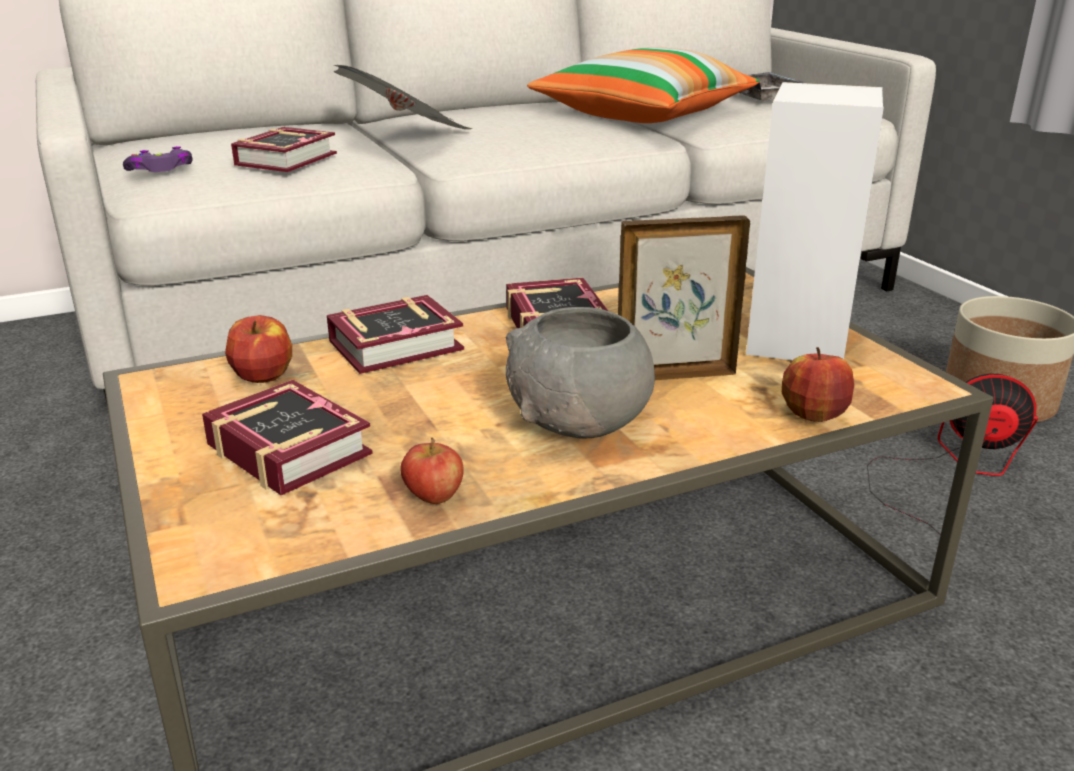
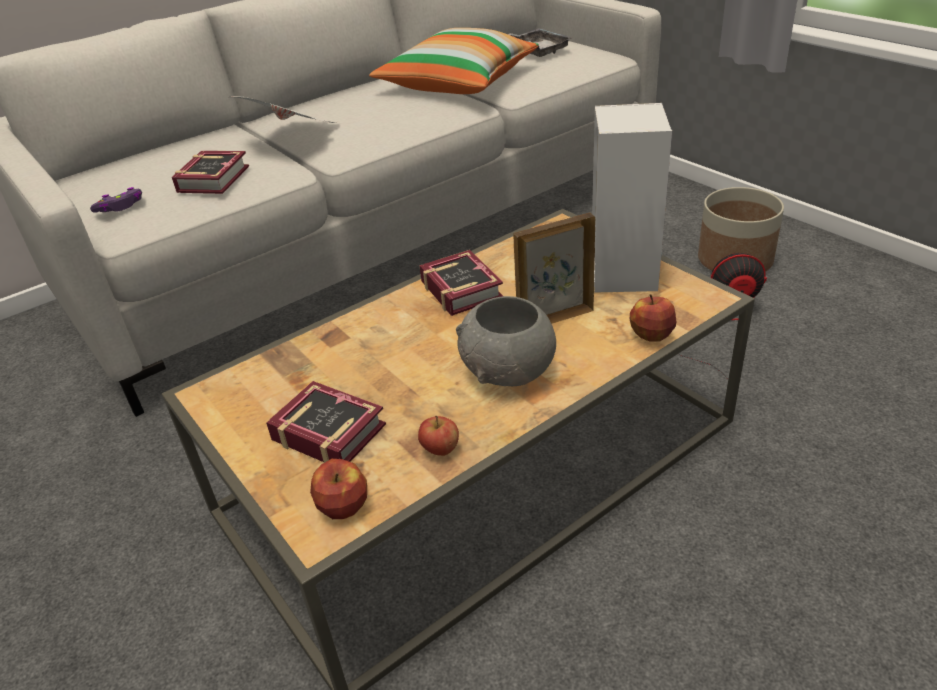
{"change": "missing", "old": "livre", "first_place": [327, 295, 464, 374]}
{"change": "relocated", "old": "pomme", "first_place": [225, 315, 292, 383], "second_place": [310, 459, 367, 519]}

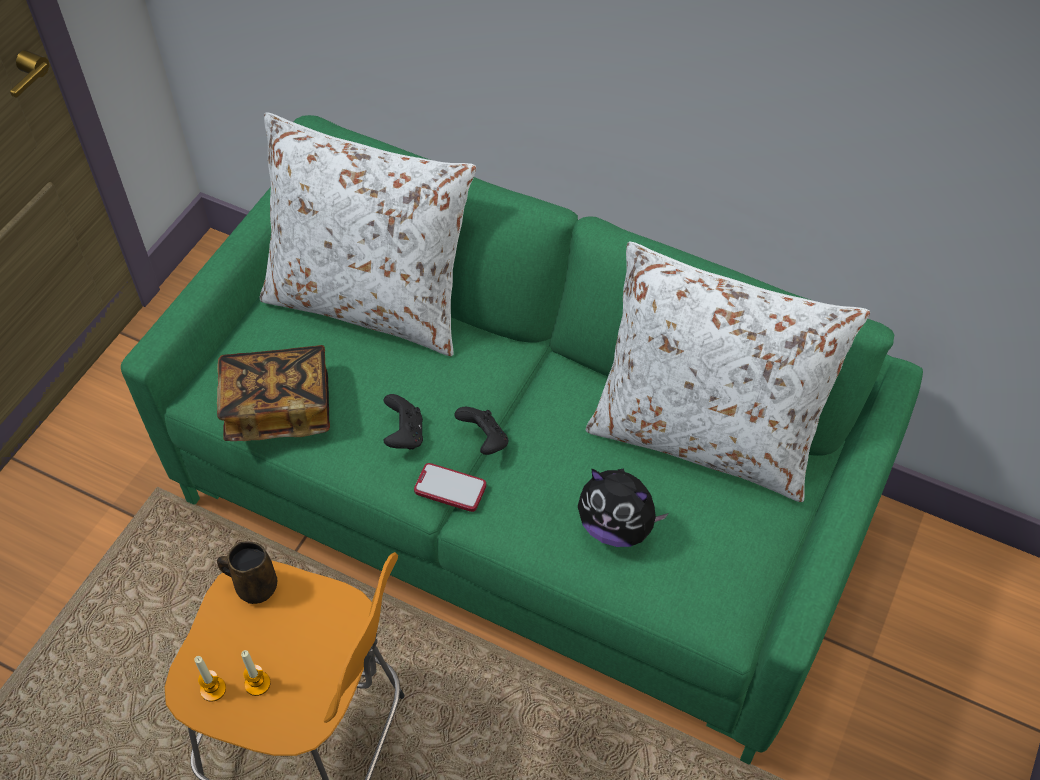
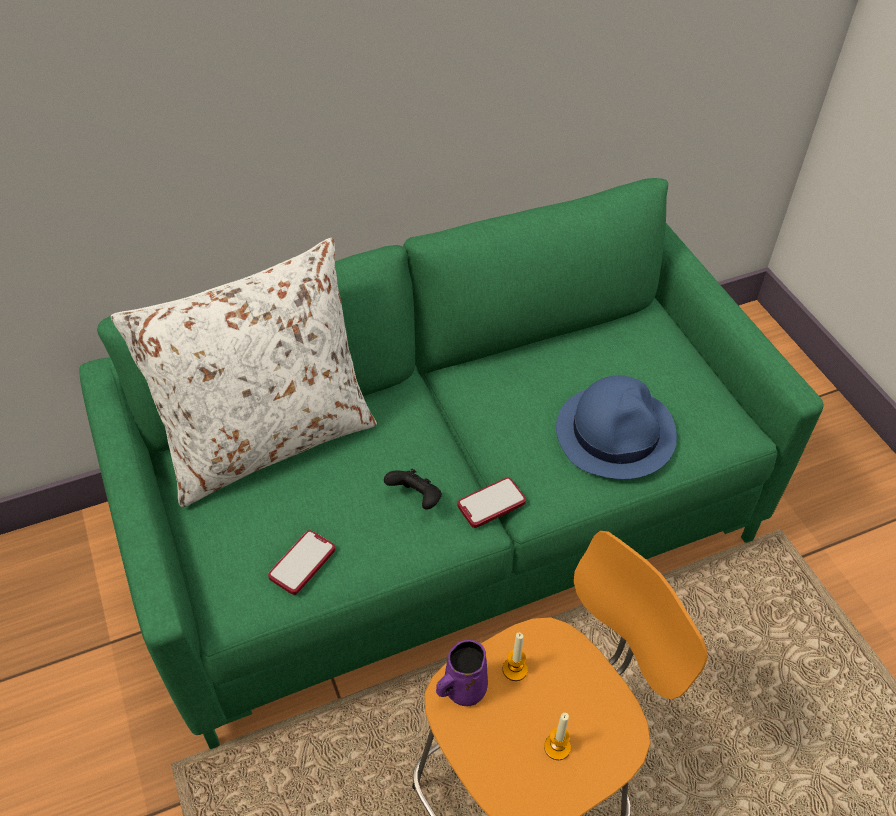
{"change": "missing", "old": "coussin/blanc", "first_place": [586, 241, 870, 502]}
{"change": "exchanged", "old": "livre", "new": "téléphone", "first_place": [217, 345, 330, 441], "second_place": [268, 530, 335, 595]}
{"change": "missing", "old": "manette/noir", "first_place": [454, 407, 508, 455]}
{"change": "exchanged", "old": "peluche", "new": "chapeau/bleu", "first_place": [578, 469, 669, 547], "second_place": [556, 376, 677, 479]}
{"change": "colour", "old": "mug/marron", "new": "mug/violet", "first_place": [217, 541, 277, 604], "second_place": [436, 640, 488, 706]}
{"change": "relocated", "old": "bougie", "first_place": [194, 656, 226, 702], "second_place": [503, 633, 528, 681]}

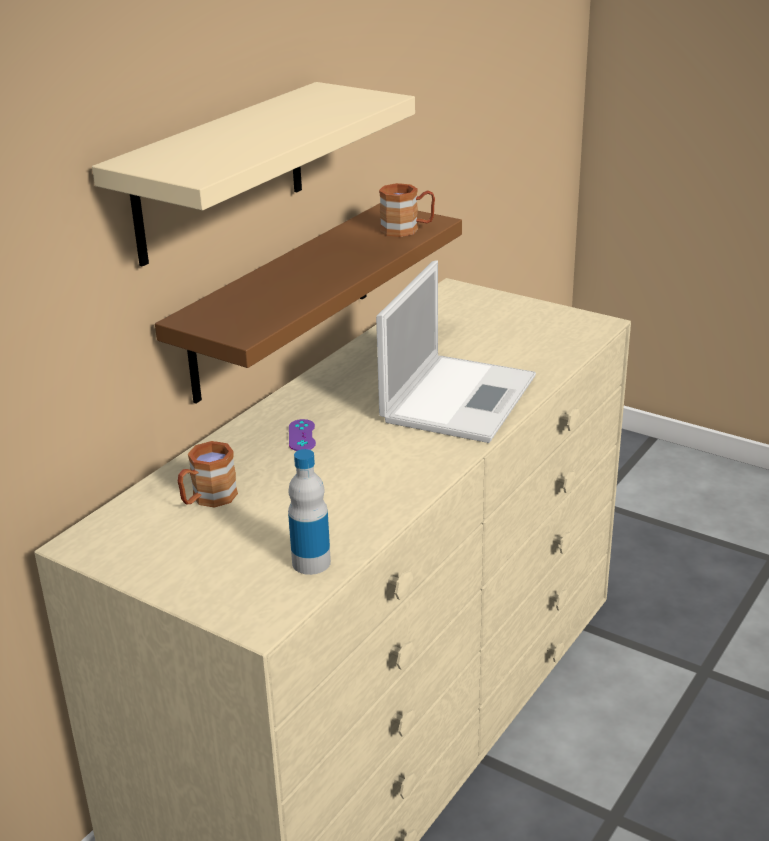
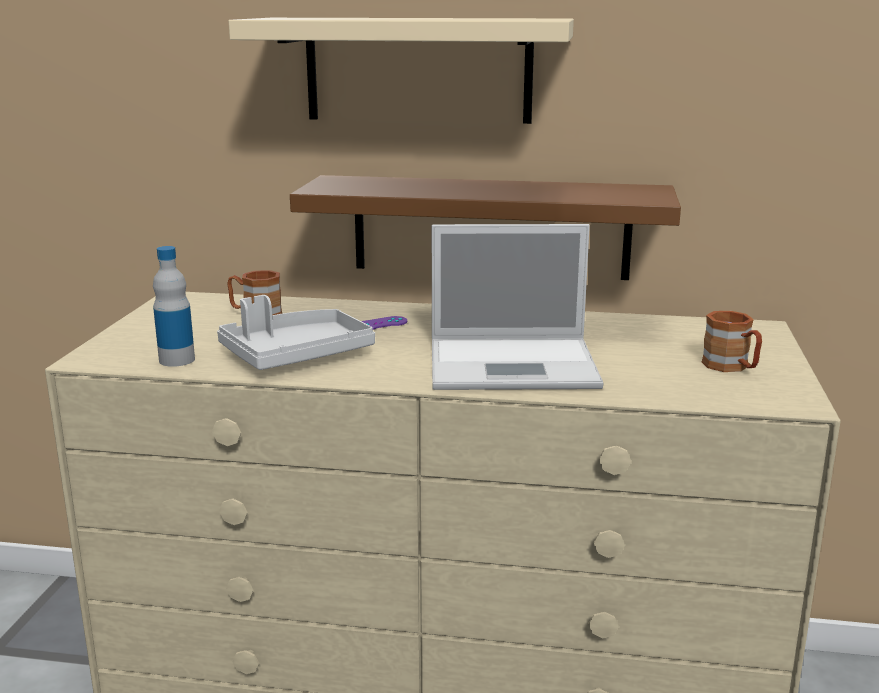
{"change": "relocated", "old": "mug/marron", "first_place": [379, 183, 435, 237], "second_place": [702, 311, 762, 372]}
{"change": "appeared", "new": "plateau/gris", "second_place": [217, 295, 375, 370]}

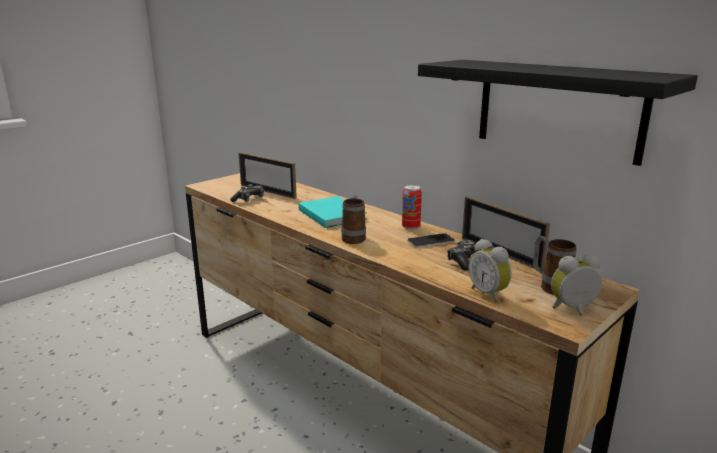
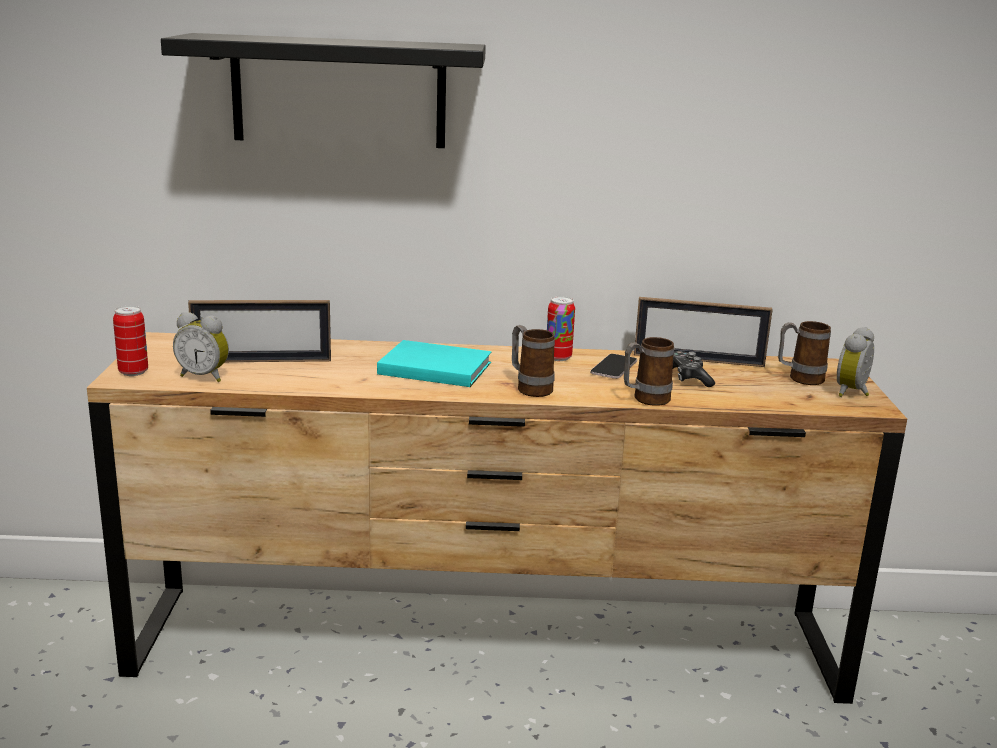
{"change": "relocated", "old": "étagère/noir", "first_place": [418, 60, 698, 166], "second_place": [161, 33, 486, 148]}
{"change": "missing", "old": "manette", "first_place": [230, 184, 264, 202]}
{"change": "relocated", "old": "réveil", "first_place": [469, 239, 511, 303], "second_place": [173, 312, 229, 382]}
{"change": "appeared", "new": "boîte métallique", "second_place": [113, 306, 148, 376]}
{"change": "appeared", "new": "mug", "second_place": [624, 337, 674, 406]}

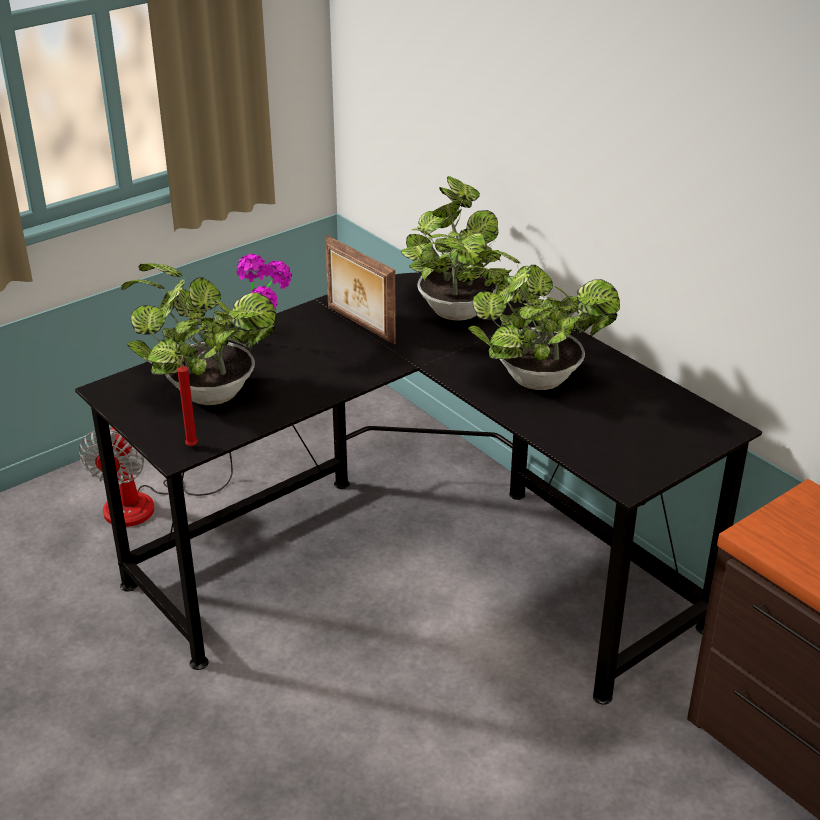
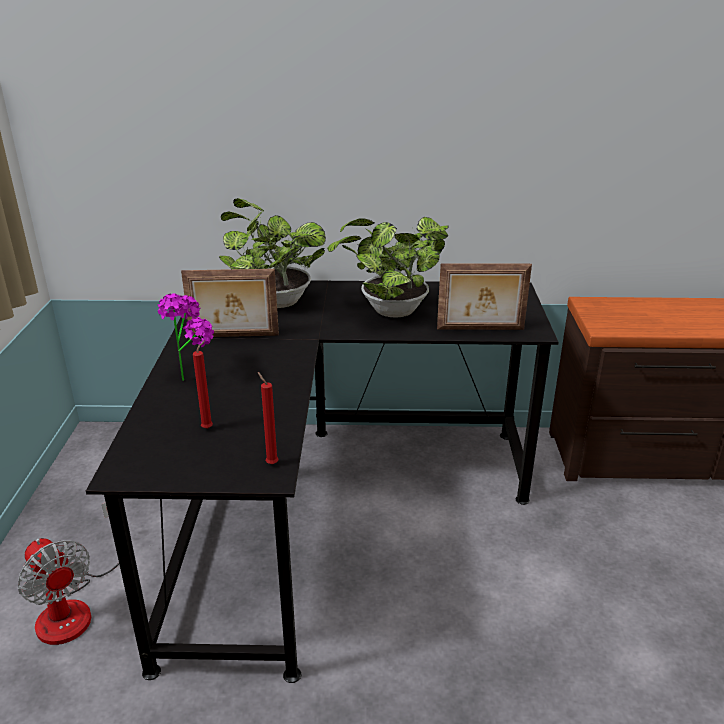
{"change": "exchanged", "old": "plante en pot", "new": "bougie/rouge", "first_place": [121, 263, 276, 405], "second_place": [193, 340, 213, 429]}
{"change": "appeared", "new": "cadre photo", "second_place": [437, 263, 532, 330]}

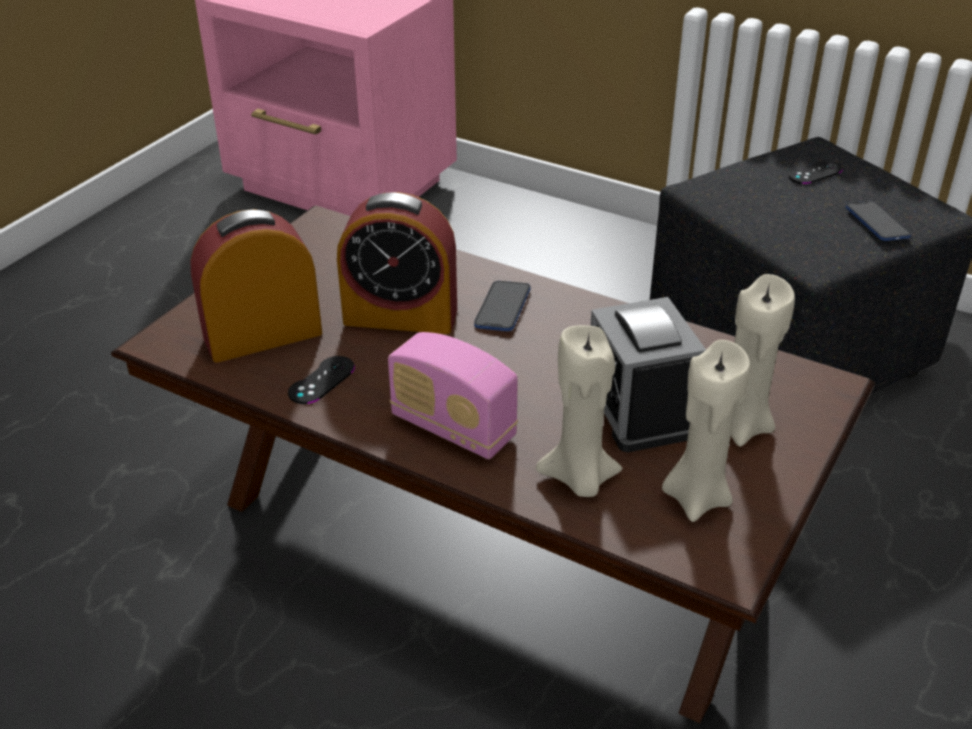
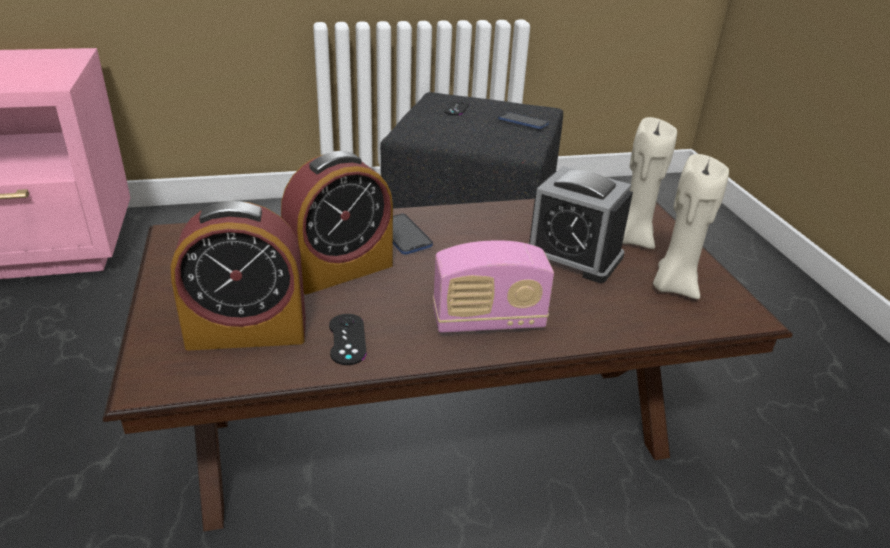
{"change": "spun", "old": "réveil", "first_place": [190, 209, 322, 363], "second_place": [171, 201, 306, 350], "degrees": -120}
{"change": "missing", "old": "bougie/beige", "first_place": [536, 325, 622, 497]}

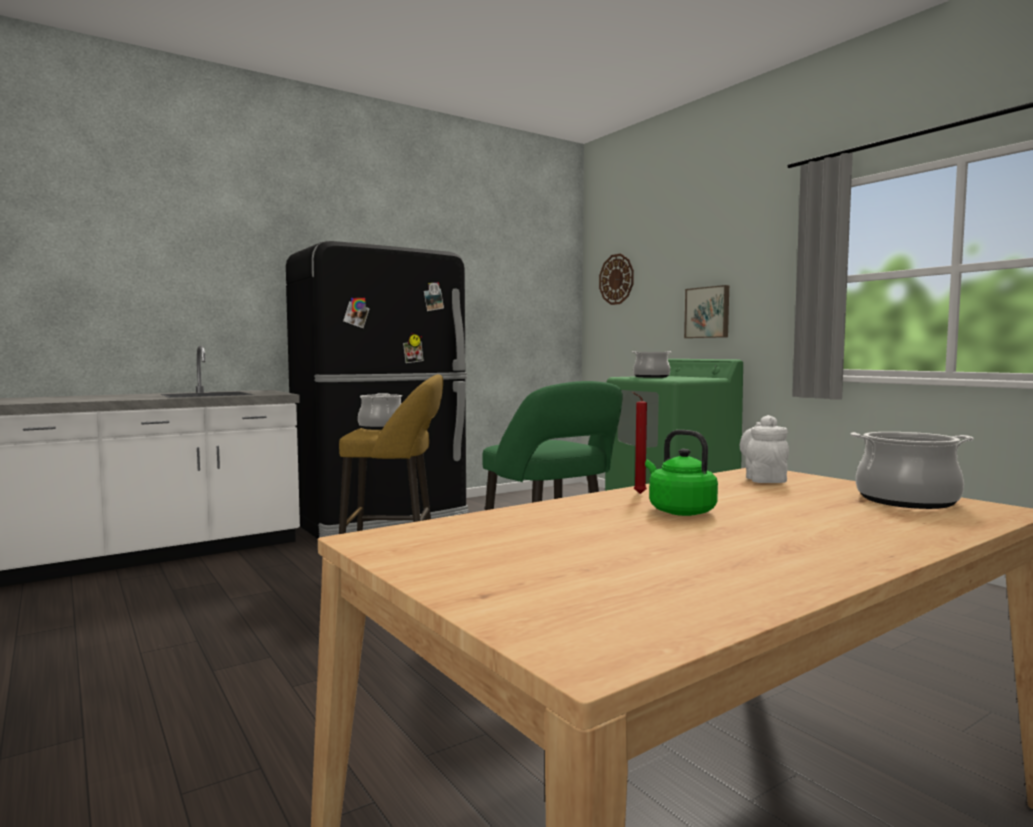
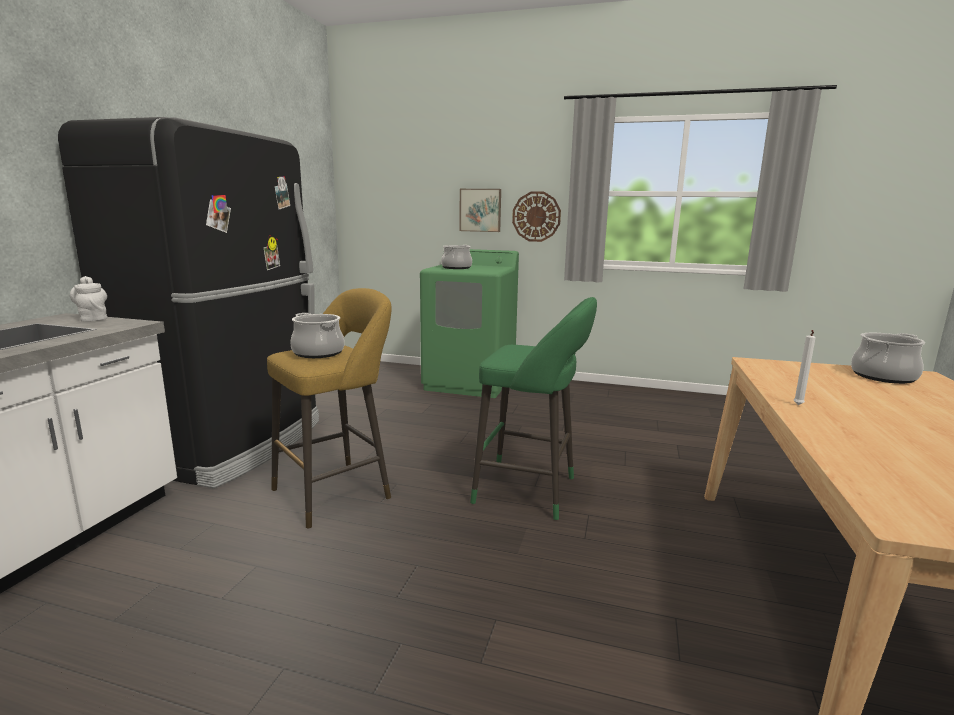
{"change": "relocated", "old": "horloge murale", "first_place": [599, 253, 634, 305], "second_place": [512, 191, 561, 242]}
{"change": "colour", "old": "bougie/rouge", "new": "bougie/blanc", "first_place": [632, 392, 647, 494], "second_place": [794, 330, 816, 405]}
{"change": "relocated", "old": "théière/blanc", "first_place": [740, 415, 789, 483], "second_place": [70, 276, 107, 322]}
{"change": "missing", "old": "bouilloire/vert", "first_place": [645, 430, 718, 516]}

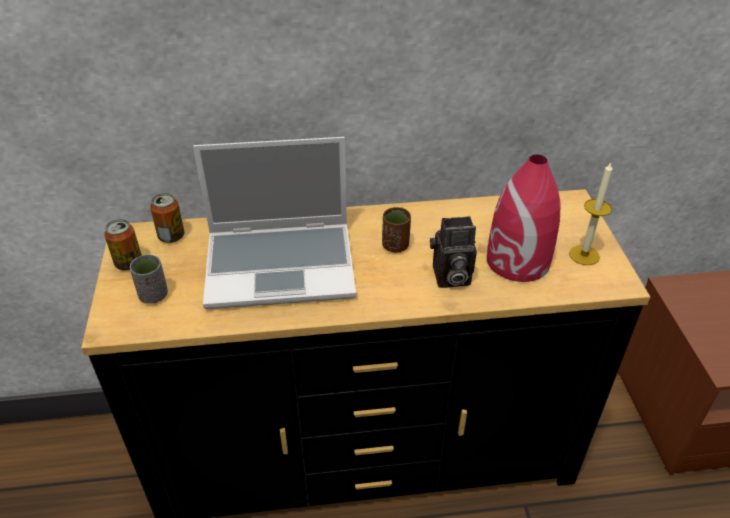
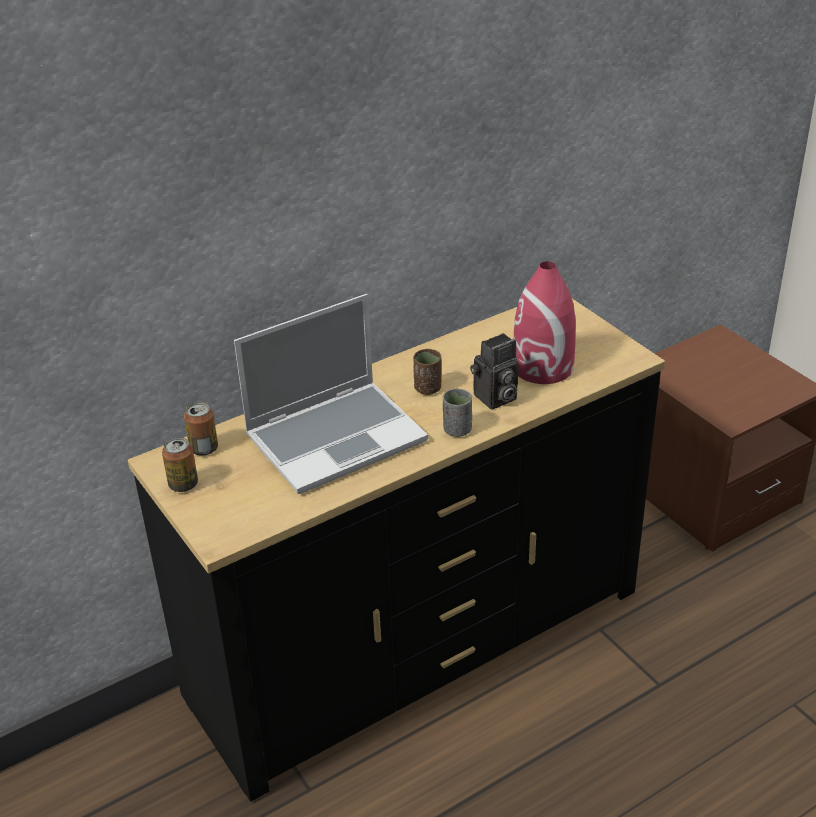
{"change": "missing", "old": "bougie", "first_place": [569, 162, 612, 265]}
{"change": "relocated", "old": "tasse/gris", "first_place": [130, 255, 168, 304], "second_place": [443, 389, 472, 437]}

